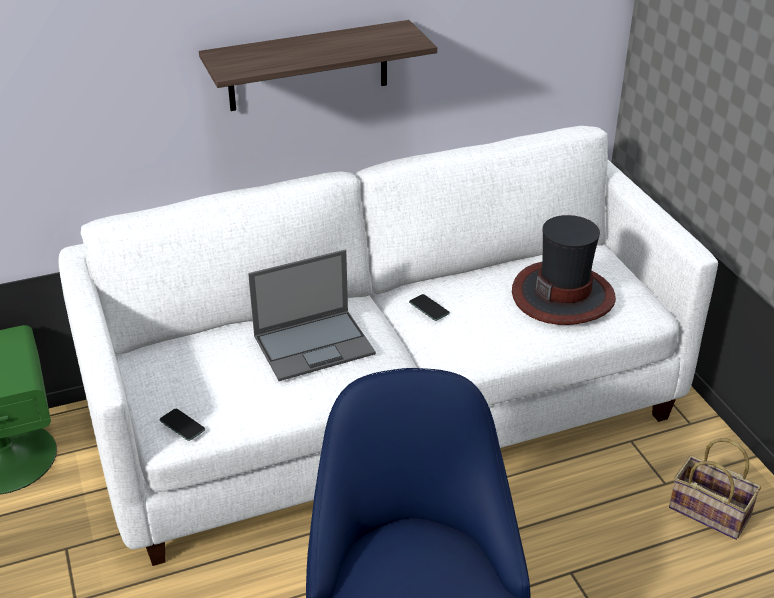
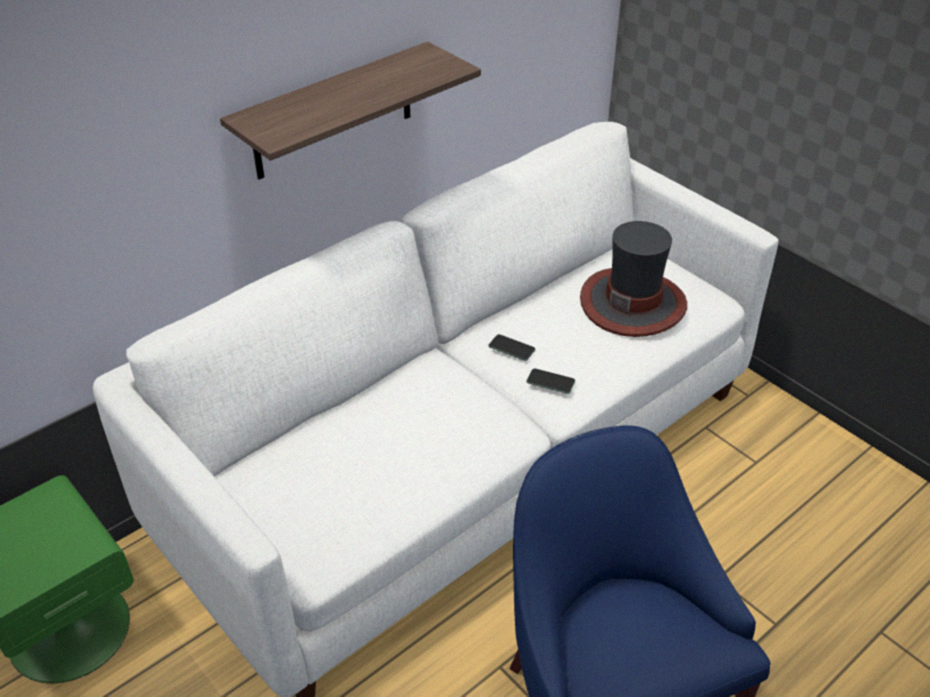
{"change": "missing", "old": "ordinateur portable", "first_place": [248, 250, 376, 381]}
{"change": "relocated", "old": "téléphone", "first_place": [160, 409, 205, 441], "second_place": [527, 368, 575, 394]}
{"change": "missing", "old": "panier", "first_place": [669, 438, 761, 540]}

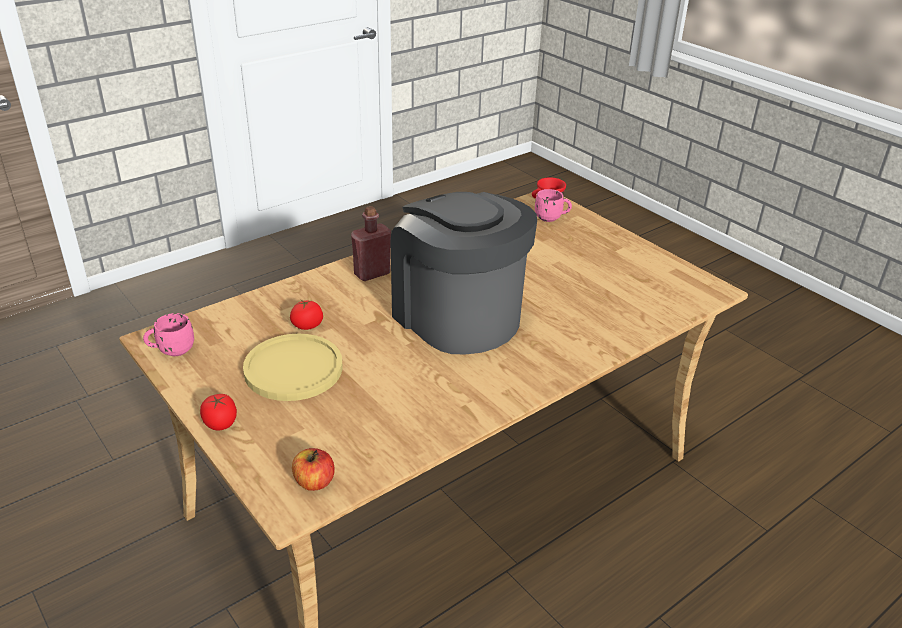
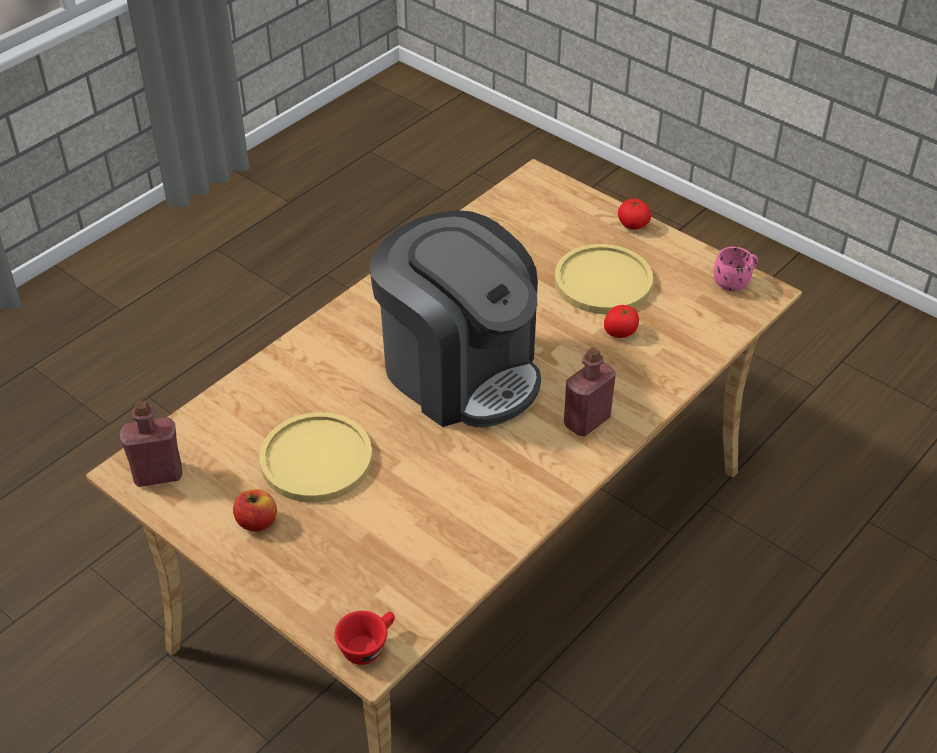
{"change": "missing", "old": "mug/rose", "first_place": [535, 189, 572, 222]}
{"change": "relocated", "old": "pomme", "first_place": [292, 448, 335, 491], "second_place": [233, 489, 277, 532]}
{"change": "appeared", "new": "bouteille/rouge", "second_place": [120, 401, 182, 487]}
{"change": "appeared", "new": "assiette/jaune", "second_place": [259, 412, 372, 502]}

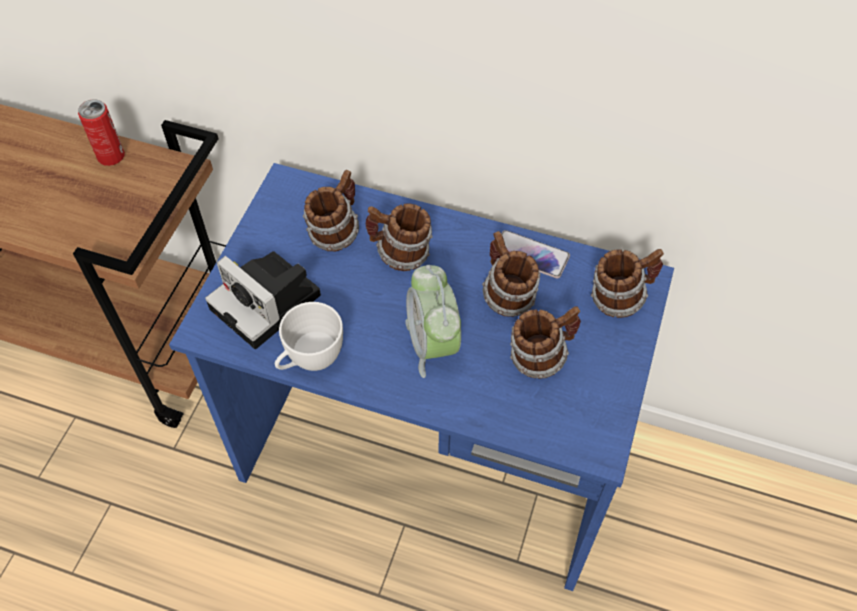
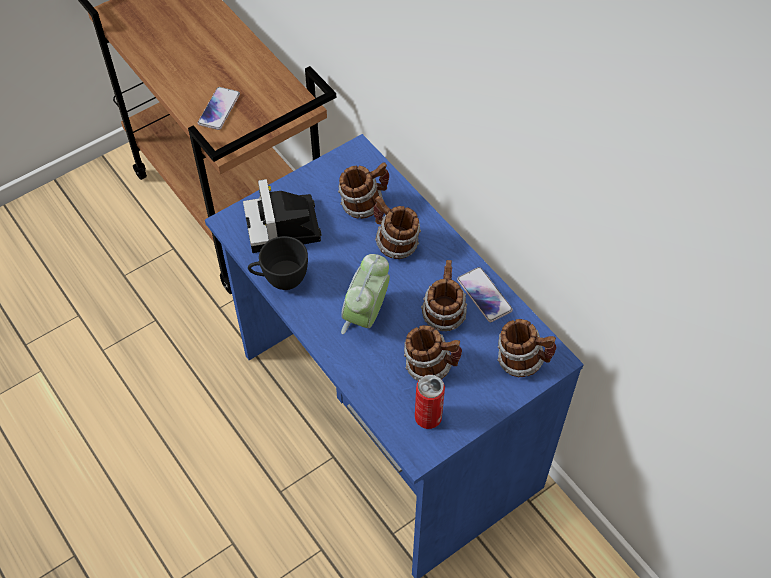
{"change": "relocated", "old": "boîte métallique", "first_place": [78, 99, 125, 166], "second_place": [415, 375, 445, 429]}
{"change": "colour", "old": "tasse/blanc", "new": "tasse/noir", "first_place": [275, 302, 343, 371], "second_place": [248, 236, 308, 290]}
{"change": "appeared", "new": "téléphone", "second_place": [198, 87, 240, 130]}

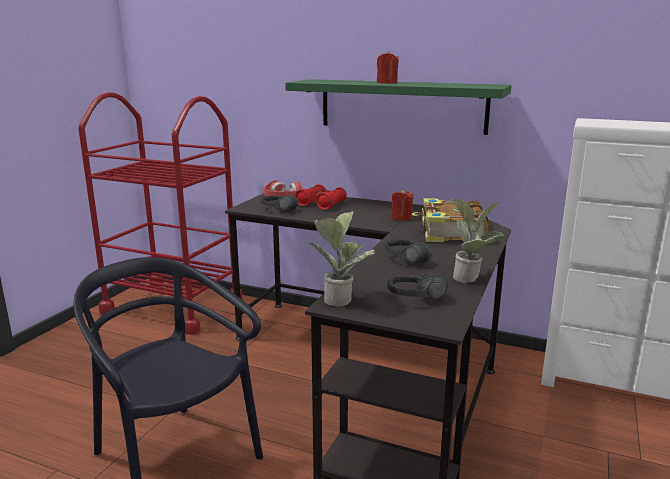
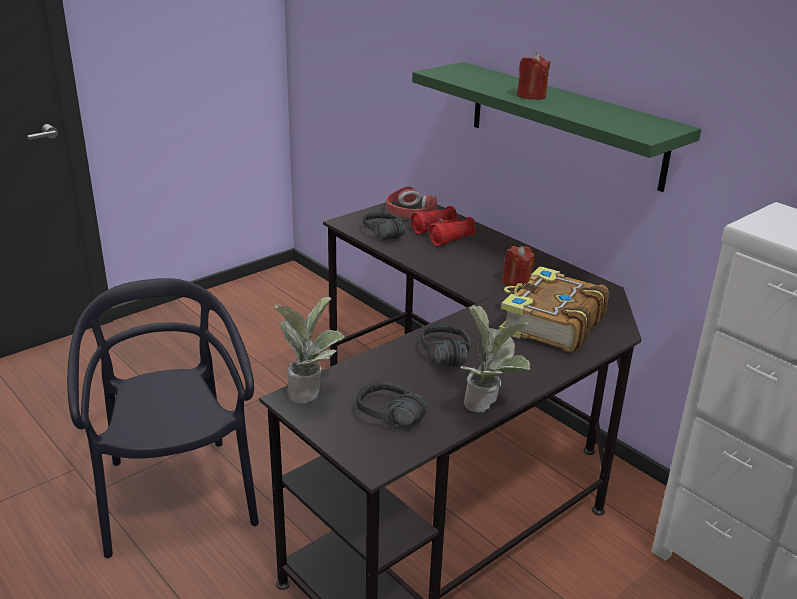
{"change": "missing", "old": "chariot/rouge", "first_place": [78, 92, 243, 335]}

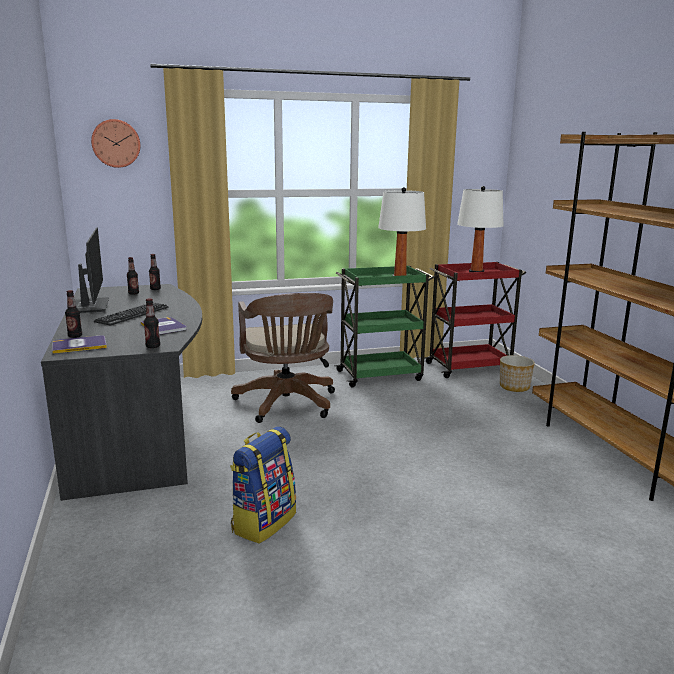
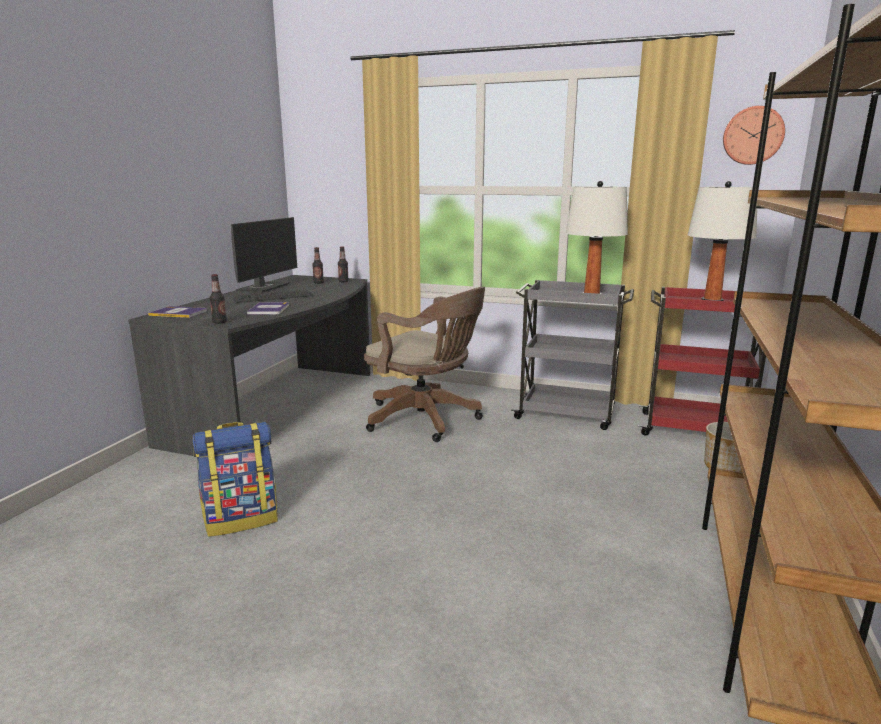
{"change": "relocated", "old": "horloge murale", "first_place": [91, 119, 140, 168], "second_place": [723, 106, 785, 165]}
{"change": "colour", "old": "chariot/vert", "new": "chariot/gris", "first_place": [334, 266, 434, 387], "second_place": [511, 280, 634, 430]}
{"change": "missing", "old": "bouteille", "first_place": [65, 290, 82, 338]}
{"change": "spun", "old": "chaise de bureau/marron", "first_place": [231, 293, 335, 423], "second_place": [364, 287, 485, 442], "degrees": -75}

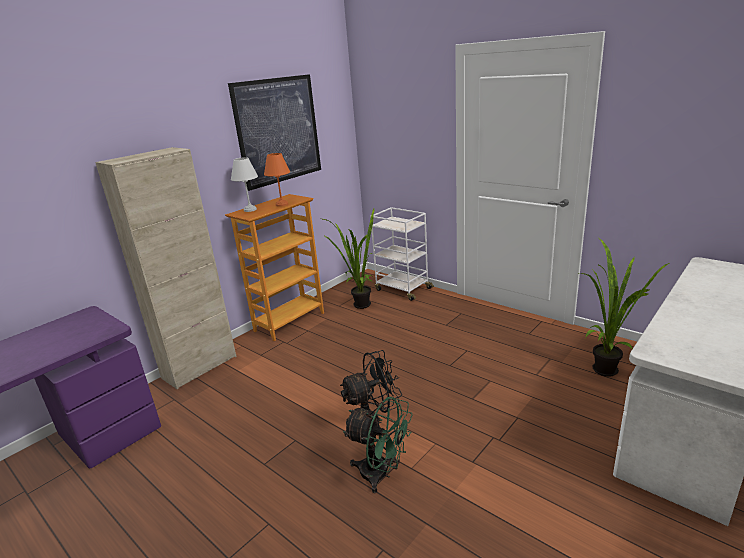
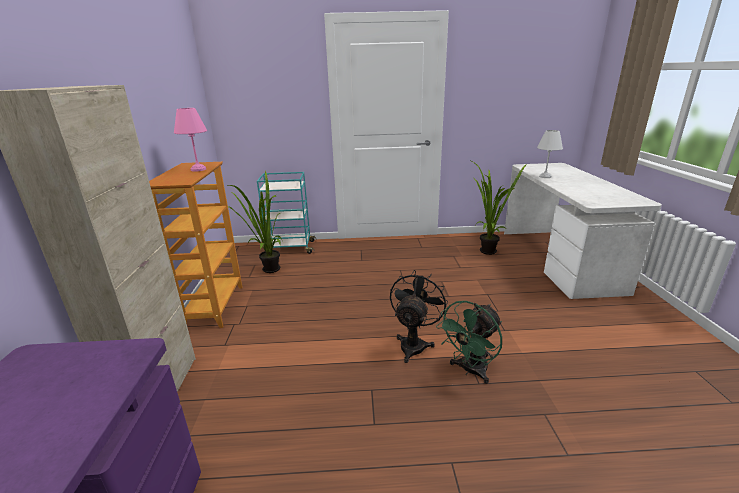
{"change": "missing", "old": "tableau", "first_place": [228, 74, 321, 191]}
{"change": "colour", "old": "lampe de table/orange", "new": "lampe de table/rose", "first_place": [264, 153, 290, 207], "second_place": [174, 108, 207, 172]}
{"change": "relocated", "old": "lampe de table/blanc", "first_place": [231, 157, 258, 212], "second_place": [537, 130, 563, 178]}
{"change": "colour", "old": "chariot/blanc", "new": "chariot/turquoise", "first_place": [370, 207, 434, 301], "second_place": [257, 172, 316, 254]}
{"change": "spun", "old": "ventilateur/vert", "first_place": [343, 397, 413, 493], "second_place": [436, 301, 502, 384], "degrees": 150}

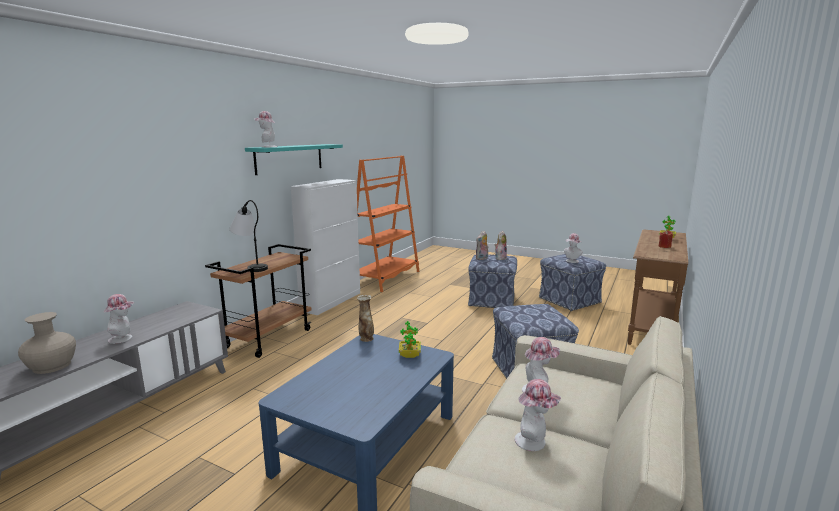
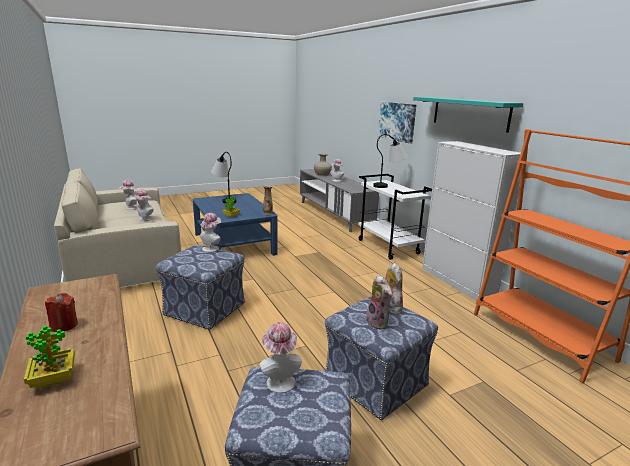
{"change": "relocated", "old": "chapeau", "first_place": [254, 111, 278, 147], "second_place": [200, 213, 221, 252]}
{"change": "colour", "old": "chariot/marron", "new": "chariot/blanc", "first_place": [205, 244, 312, 358], "second_place": [358, 174, 432, 260]}
{"change": "appeared", "new": "tableau", "second_place": [378, 102, 416, 144]}
{"change": "appeared", "new": "lampe de table", "second_place": [211, 152, 236, 204]}

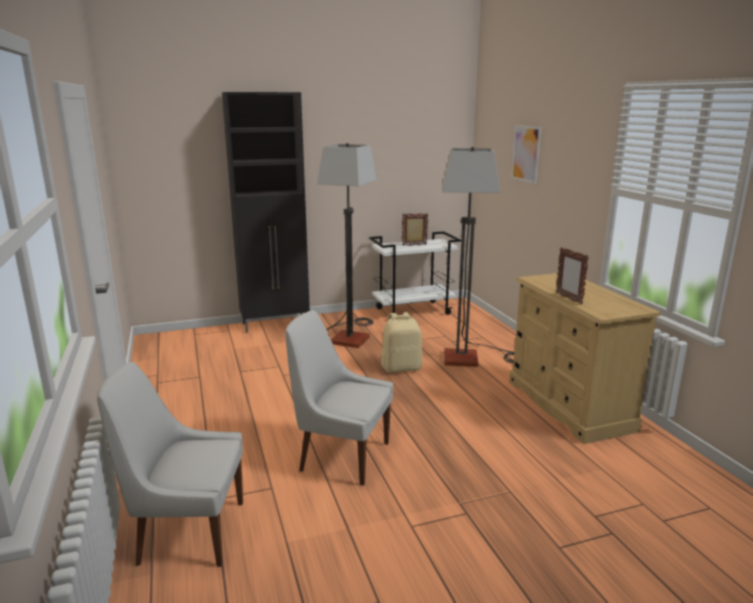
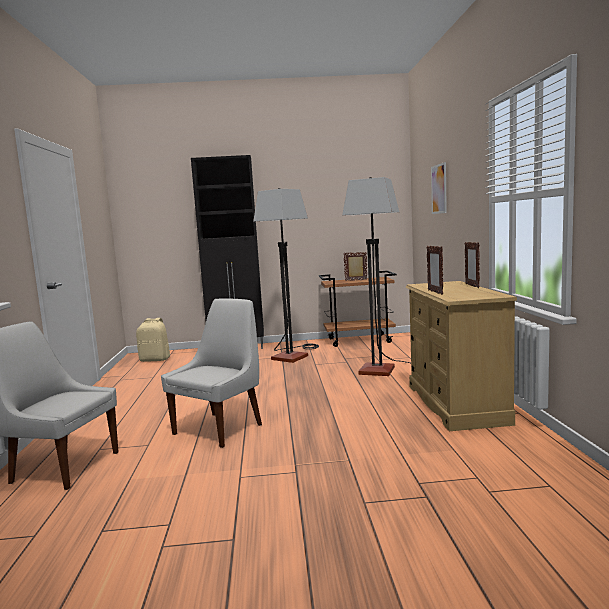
{"change": "colour", "old": "chariot/blanc", "new": "chariot/marron", "first_place": [369, 231, 461, 315], "second_place": [319, 271, 397, 347]}
{"change": "spun", "old": "chaise/blanc", "first_place": [285, 310, 393, 486], "second_place": [161, 299, 262, 448], "degrees": 90}
{"change": "relocated", "old": "sac à dos/beige", "first_place": [381, 312, 422, 373], "second_place": [136, 318, 170, 362]}
{"change": "appeared", "new": "cadre photo", "second_place": [465, 242, 480, 288]}

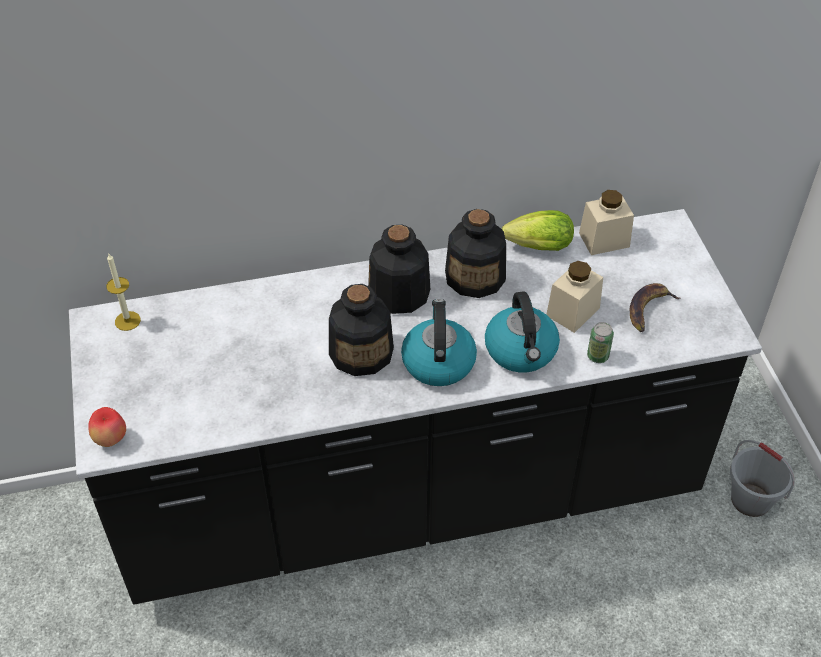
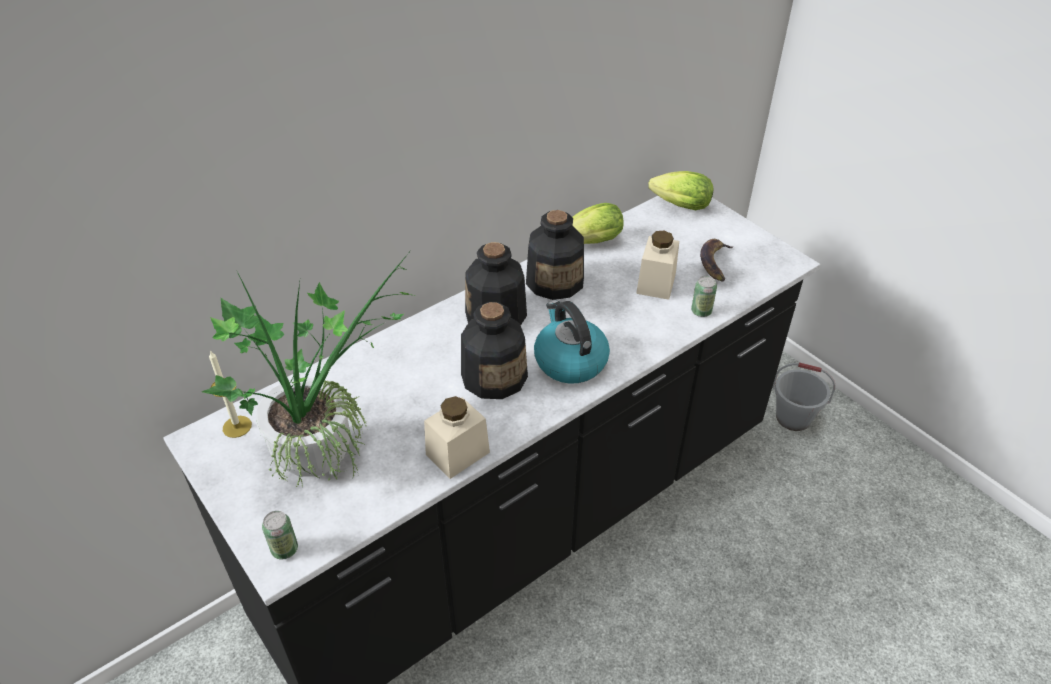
{"change": "relocated", "old": "bocal/beige", "first_place": [579, 190, 634, 255], "second_place": [424, 396, 490, 479]}
{"change": "missing", "old": "bouilloire", "first_place": [485, 291, 560, 373]}
{"change": "exchanged", "old": "pomme", "new": "boîte métallique", "first_place": [88, 407, 126, 447], "second_place": [262, 511, 298, 560]}
{"change": "appeared", "new": "laitue", "second_place": [648, 171, 714, 210]}
{"change": "appeared", "new": "plante en pot", "second_place": [202, 249, 412, 487]}

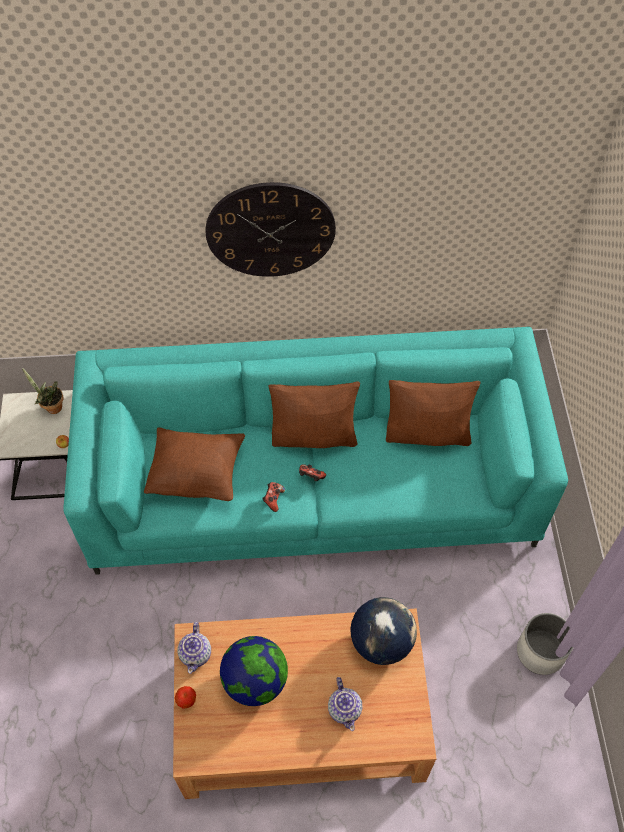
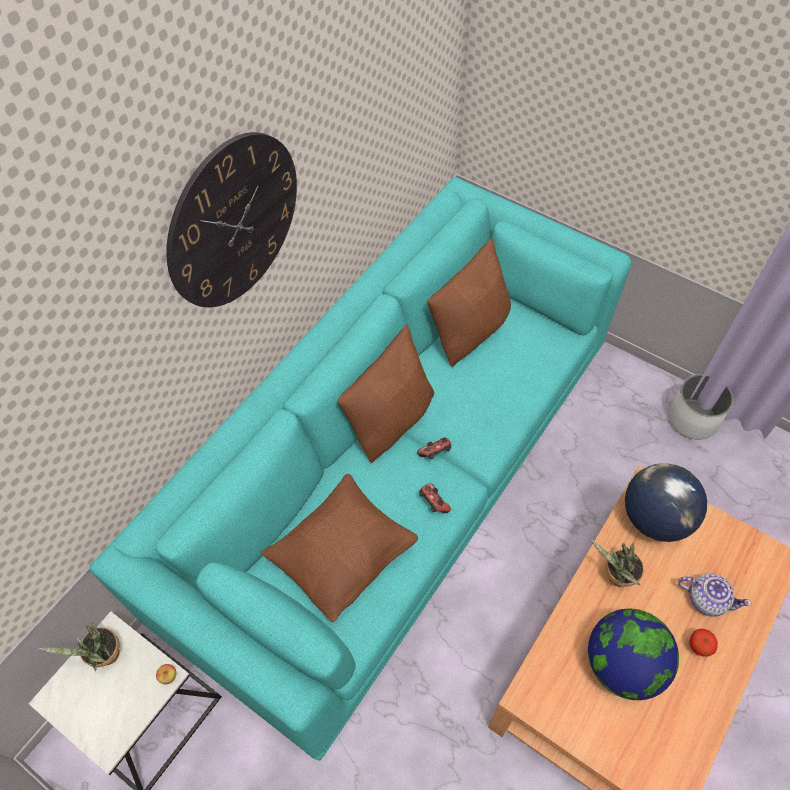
{"change": "missing", "old": "théière", "first_place": [178, 622, 211, 674]}
{"change": "relocated", "old": "pomme", "first_place": [175, 686, 196, 708], "second_place": [689, 629, 718, 657]}
{"change": "appeared", "new": "plante en pot", "second_place": [591, 540, 644, 587]}

